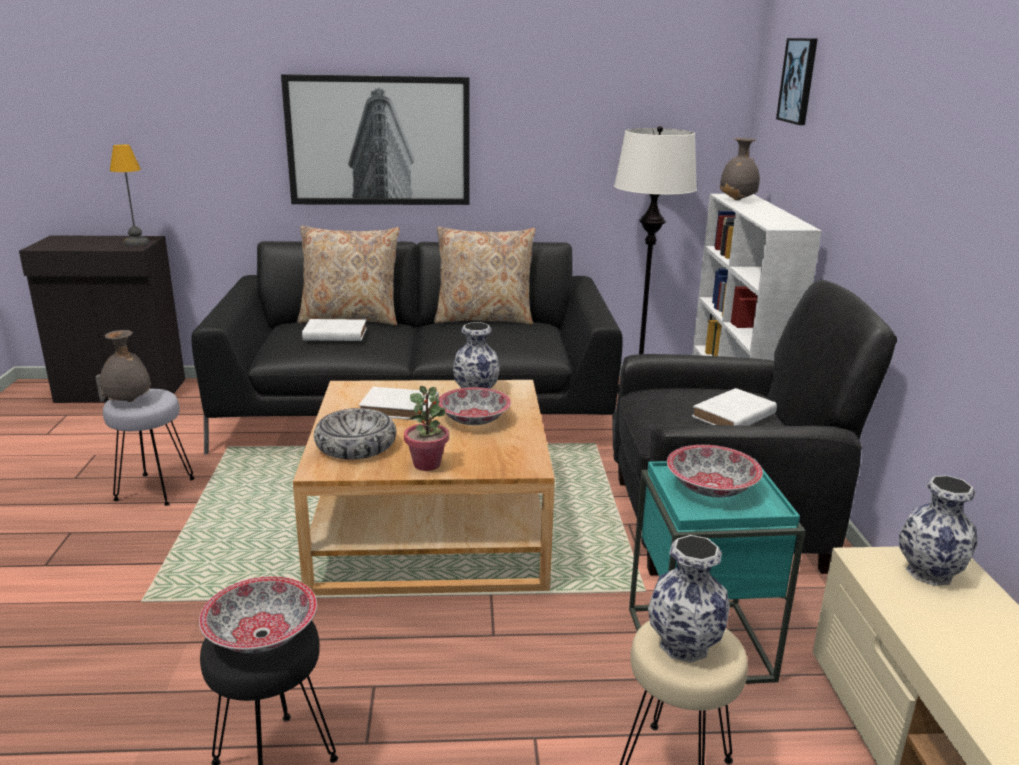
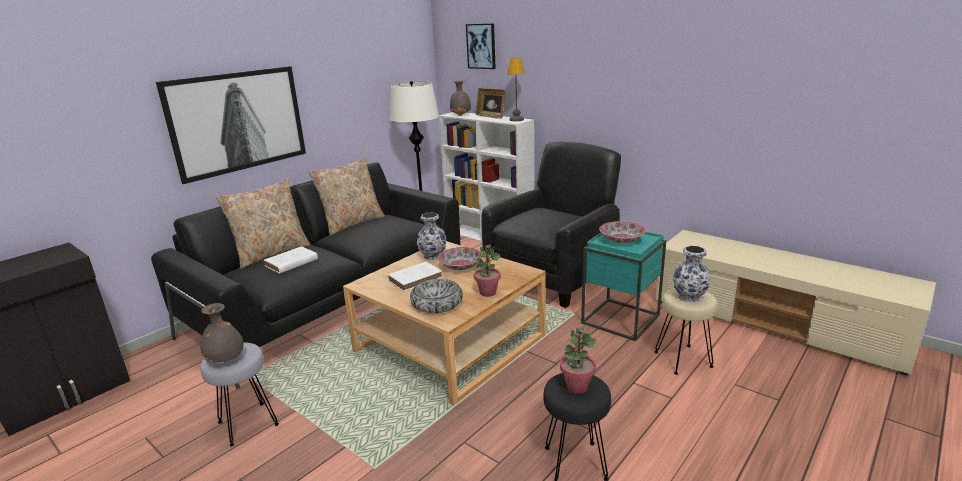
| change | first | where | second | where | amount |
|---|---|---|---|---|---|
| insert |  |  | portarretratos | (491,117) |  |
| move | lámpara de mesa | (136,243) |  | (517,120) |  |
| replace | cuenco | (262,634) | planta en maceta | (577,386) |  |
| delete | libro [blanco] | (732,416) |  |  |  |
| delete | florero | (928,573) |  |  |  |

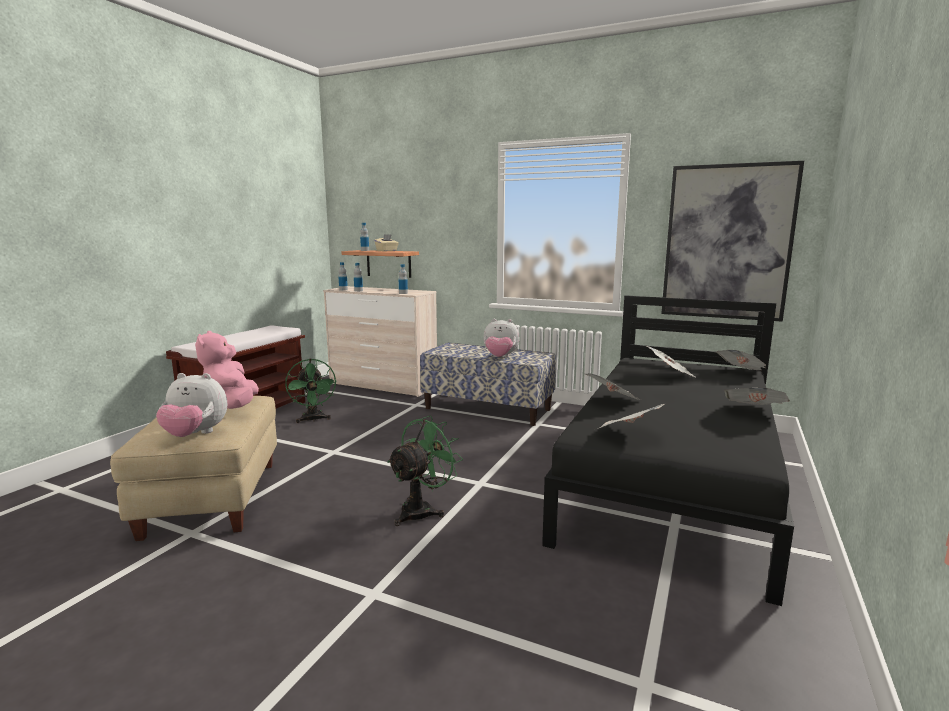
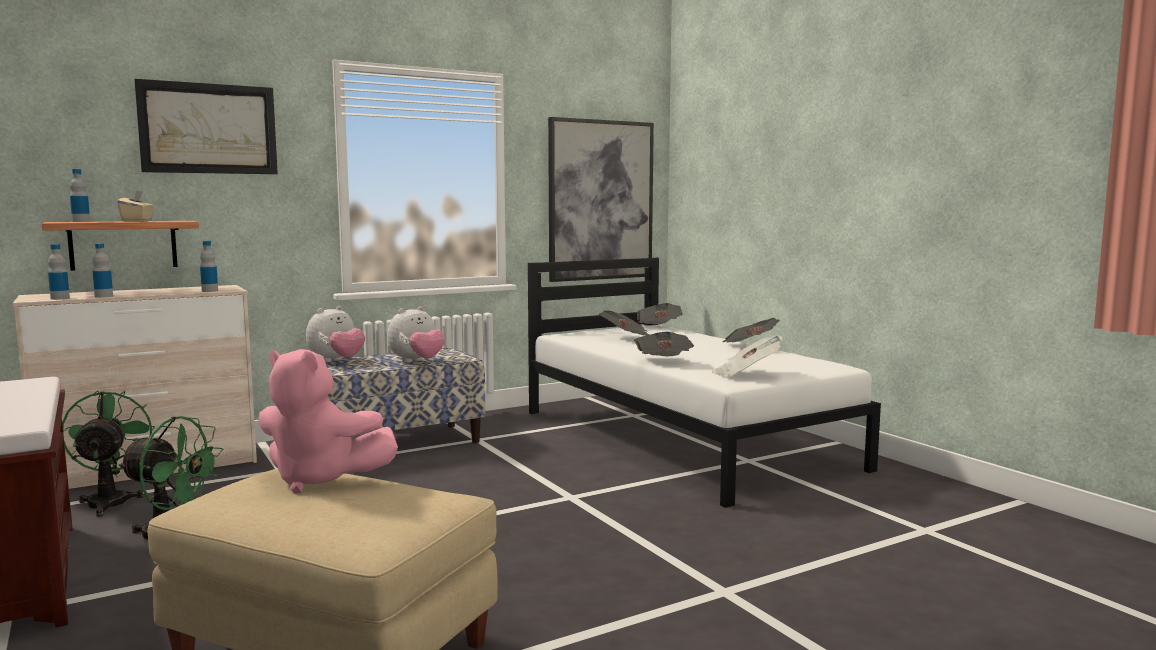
| change | first | where | second | where | amount |
|---|---|---|---|---|---|
| move | ventilador [verde] | (422,510) |  | (110,500) |  |
| insert |  |  | cuadro | (208,129) |  |
| move | peluche | (195,435) |  | (336,361) |  |
| recolor | cama [negro] | (673,481) | cama [blanco] | (682,438) |  |

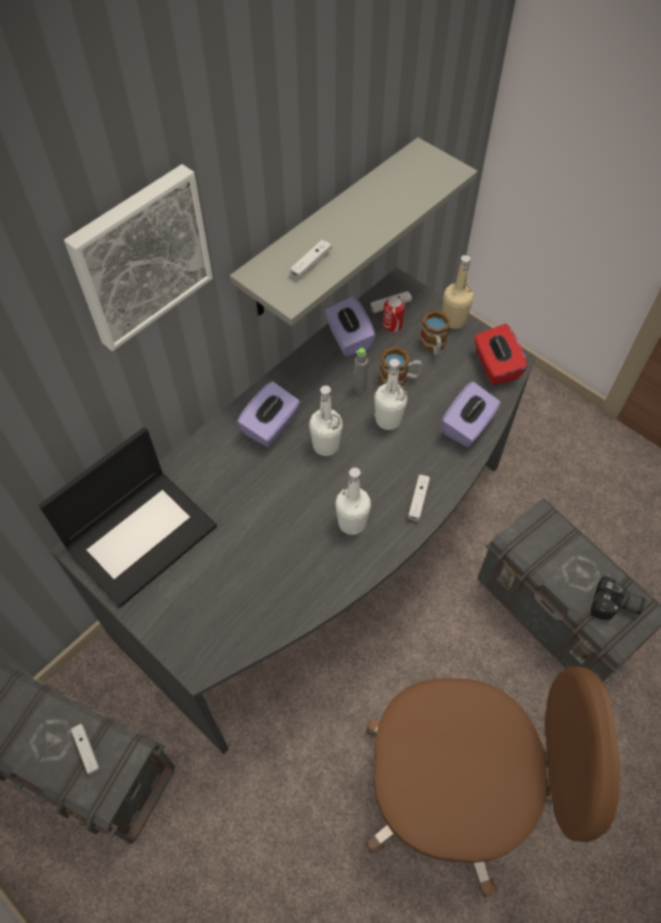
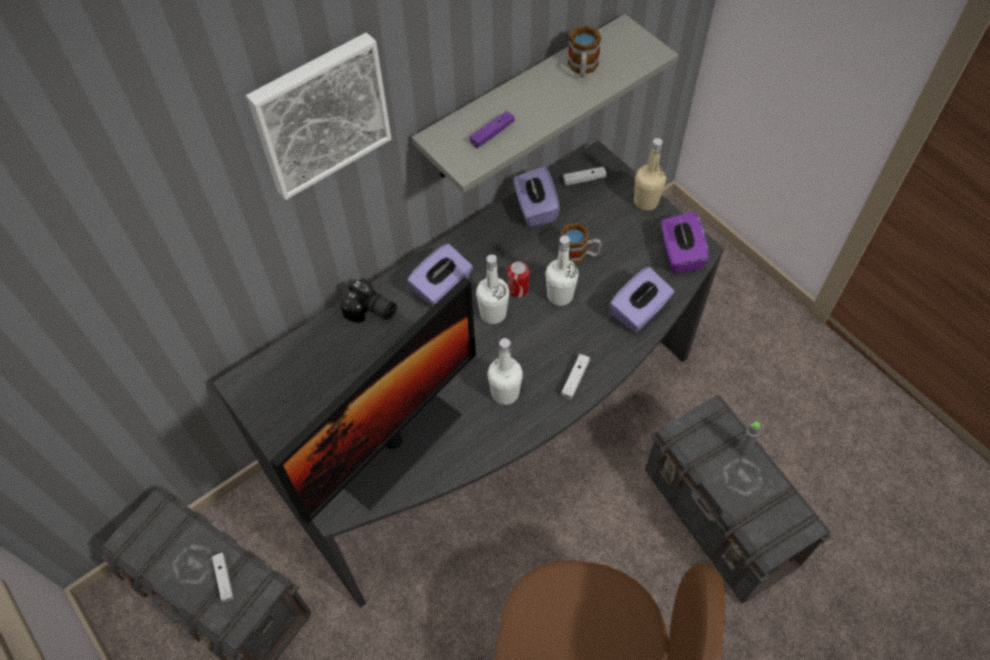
| change | first | where | second | where | amount |
|---|---|---|---|---|---|
| insert |  |  | monitor | (395,444) |  |
| move | cámara | (614,606) |  | (370,311) |  |
| recolor | mando de consola [blanco] | (311,264) | mando de consola [morado] | (492,134) |  |
| move | lata | (392,325) |  | (518,289) |  |
| move | taza grande | (433,346) |  | (582,68) |  |
| recolor | caja de pañuelos [rojo] | (495,366) | caja de pañuelos [morado] | (680,254) |  |
| move | botella [gris] | (359,388) |  | (743,450) |  |
| delete | portátil | (142,535) |  |  |  |

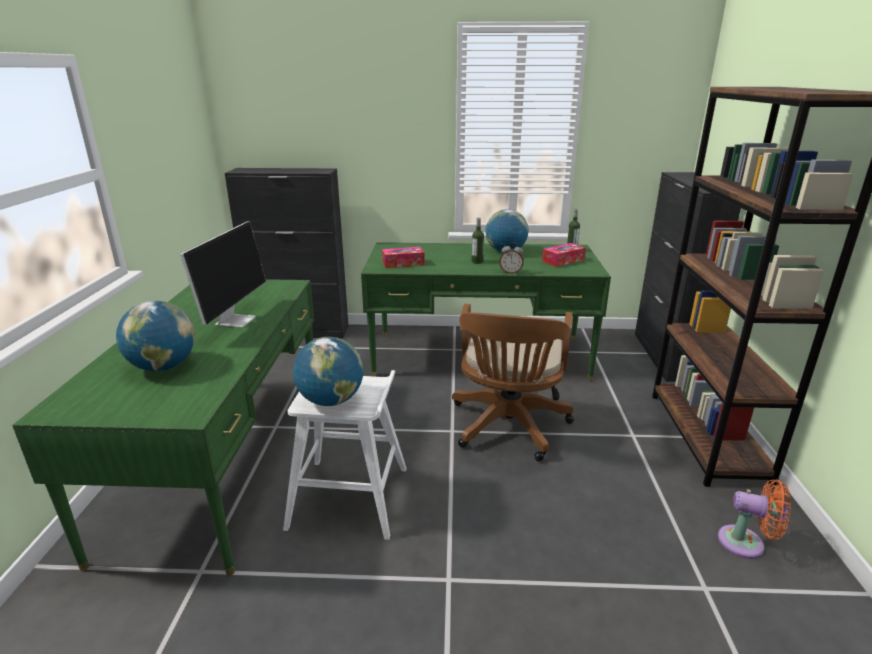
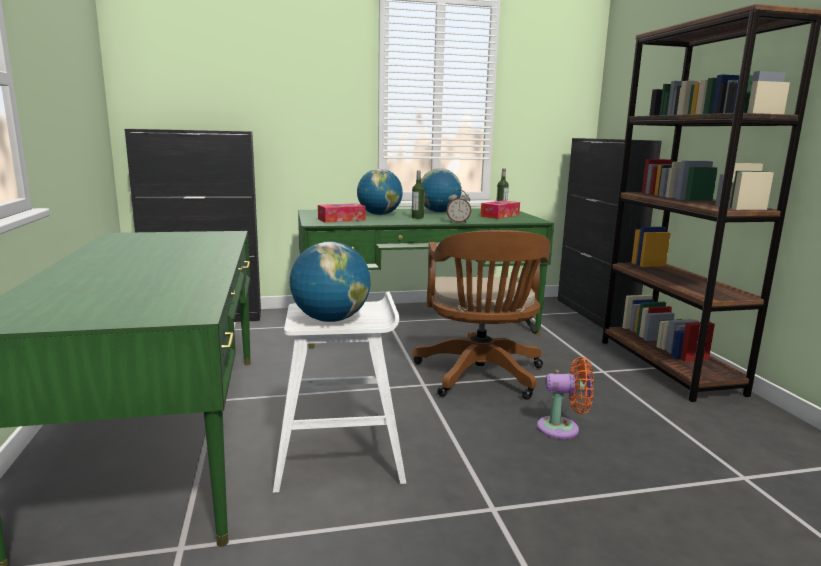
| change | first | where | second | where | amount |
|---|---|---|---|---|---|
| move | globo terráqueo | (163,366) |  | (379,214) |  |
| move | ventilador [naranja] | (746,543) |  | (562,429) |  |
| delete | monitor | (235,320) |  |  |  |

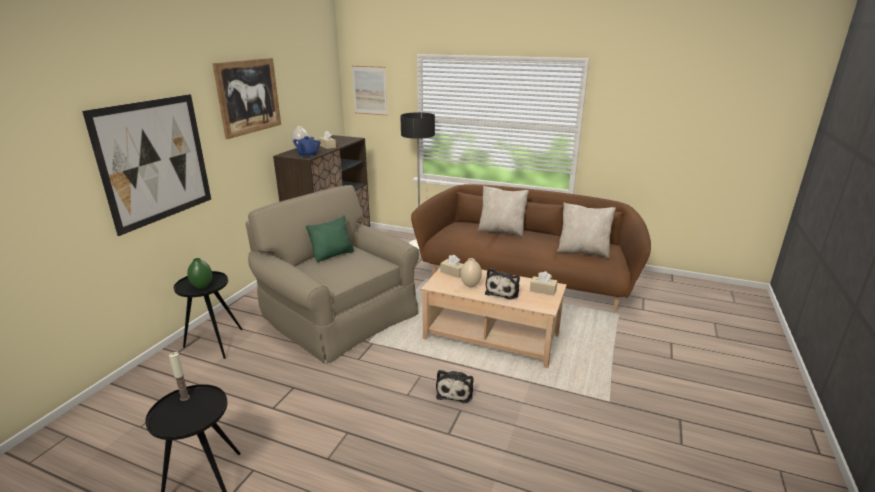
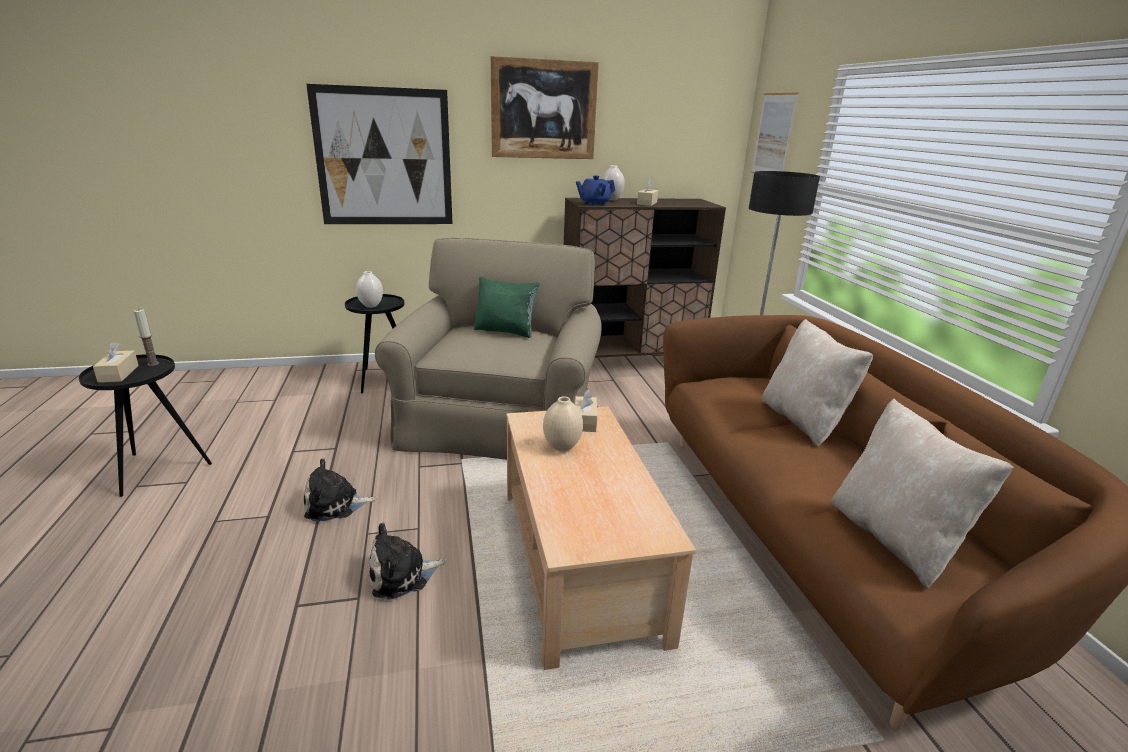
| change | first | where | second | where | amount |
|---|---|---|---|---|---|
| move | caja de pañuelos [beis] | (543,290) |  | (118,374) |  |
| move | peluche | (503,291) |  | (335,505) |  |
| recolor | florero [verde] | (202,286) | florero [blanco] | (370,306) |  |

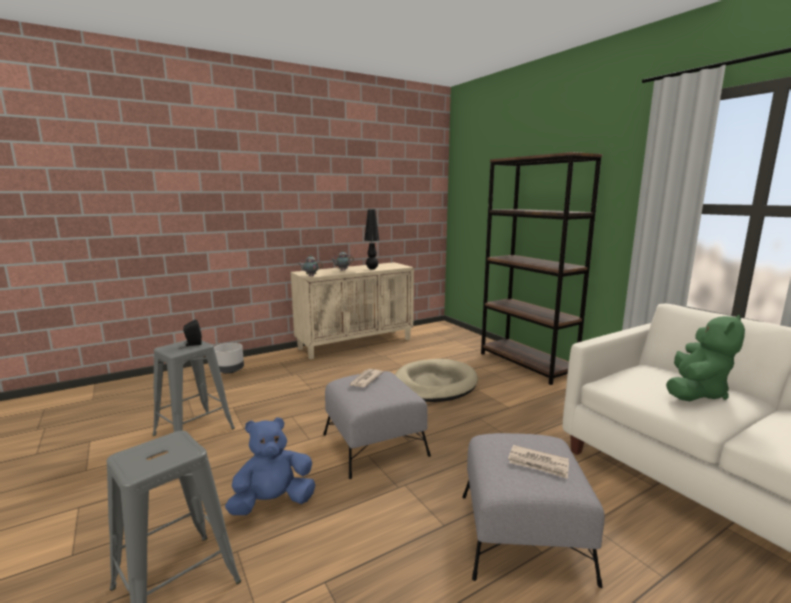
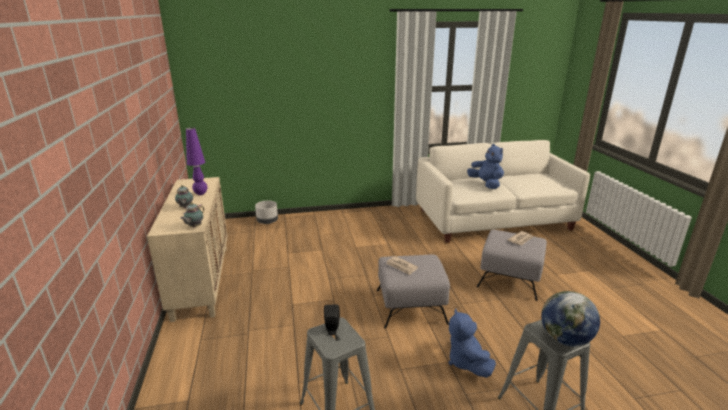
| change | first | where | second | where | amount |
|---|---|---|---|---|---|
| recolor | lámpara de mesa [negro] | (372,269) | lámpara de mesa [morado] | (201,194) |  |
| move | maceta [gris] | (230,371) |  | (267,222) |  |
| recolor | peluche [verde] | (695,392) | peluche [azul] | (486,184) |  |
| insert |  |  | globo terráqueo | (564,339) |  |
| delete | cama para perro [beis] | (434,384) |  |  |  |
| delete | estantería [marrón] | (526,364) |  |  |  |

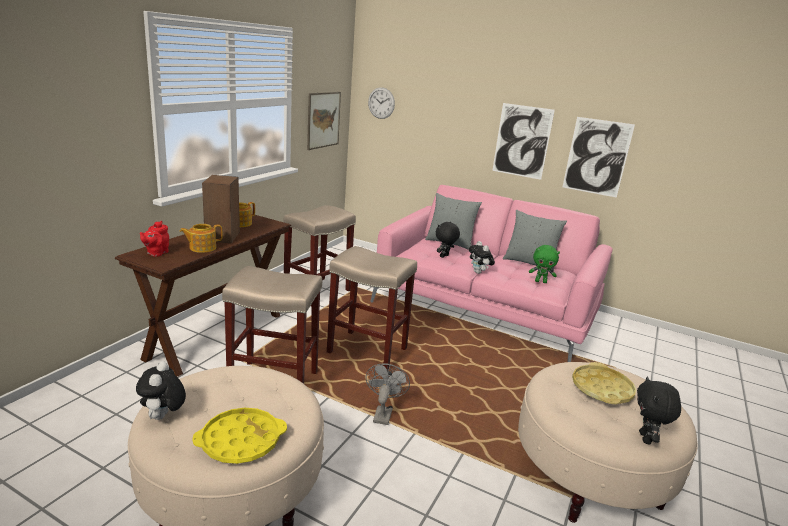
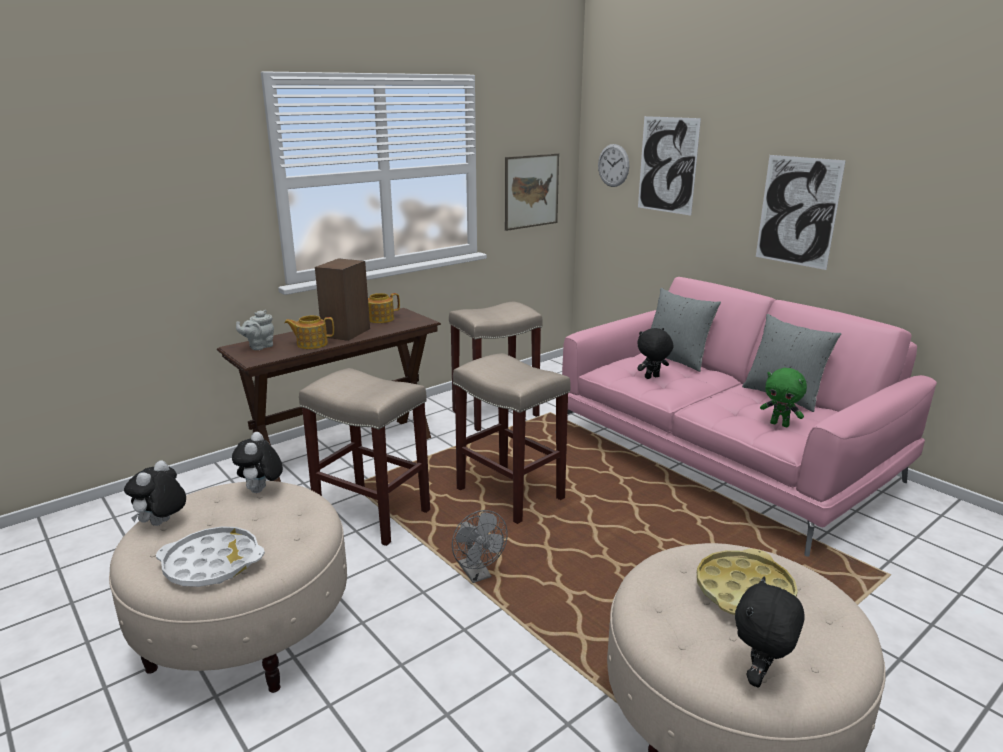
| change | first | where | second | where | amount |
|---|---|---|---|---|---|
| recolor | bandeja [amarillo] | (241,441) | bandeja [blanco] | (212,563) |  |
| move | peluche | (479,272) |  | (261,491) |  |
| recolor | tetera [rojo] | (156,253) | tetera [gris] | (259,347) |  |
| rotate | ventilador [gris] | (383,413) |  | (478,575) | 120 degrees clockwise |
| move | cuadro | (597,157) |  | (667,165) |  |

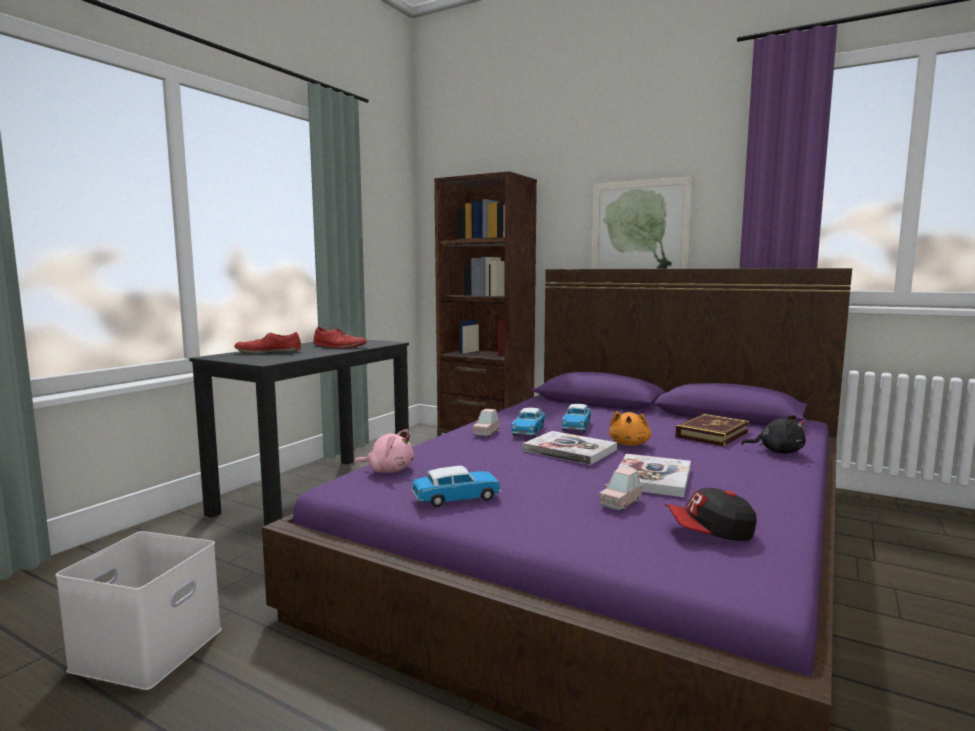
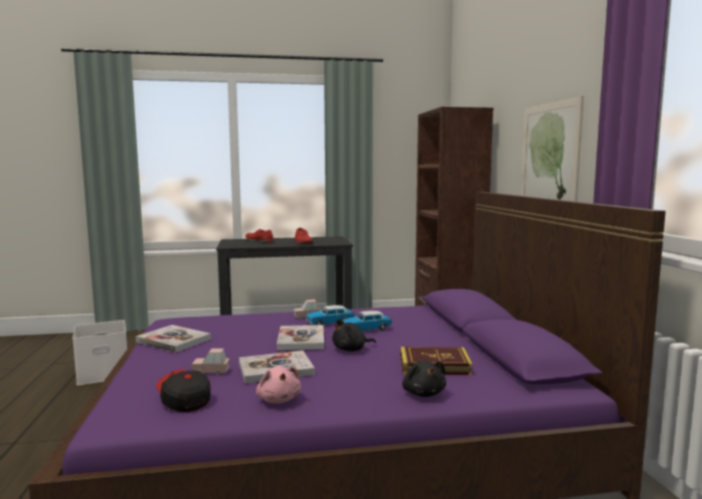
| change | first | where | second | where | amount |
|---|---|---|---|---|---|
| replace | coche de juguete | (457,498) | libro | (173,340) |  |
| move | peluche [rosa] | (388,470) |  | (279,399) |  |
| recolor | peluche [naranja] | (629,444) | peluche [negro] | (351,349) |  |

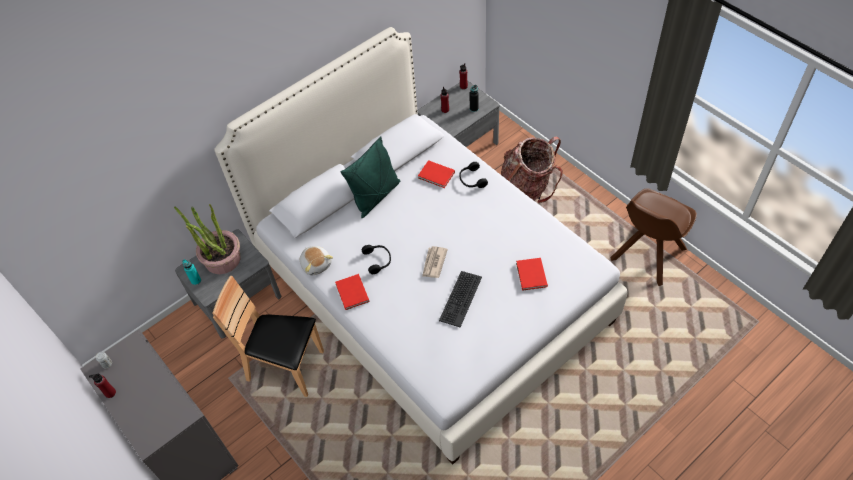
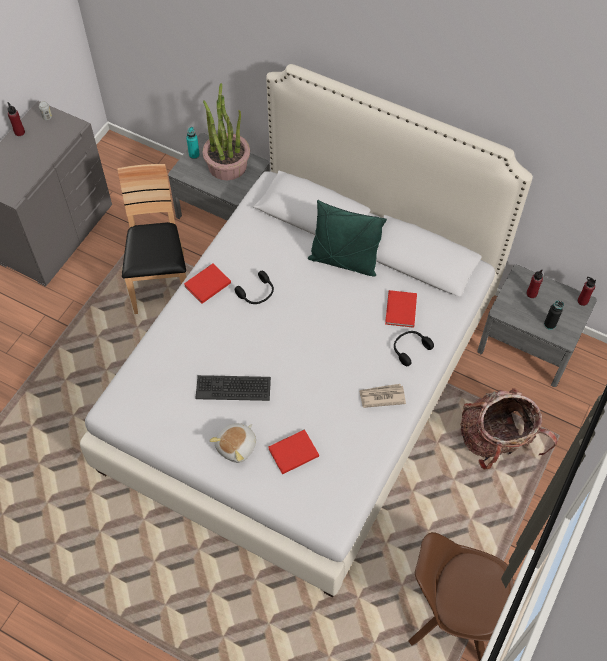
| change | first | where | second | where | amount |
|---|---|---|---|---|---|
| move | peluche | (316,264) |  | (237,446) |  |
| move | periódico | (434,263) |  | (381,396) |  |

